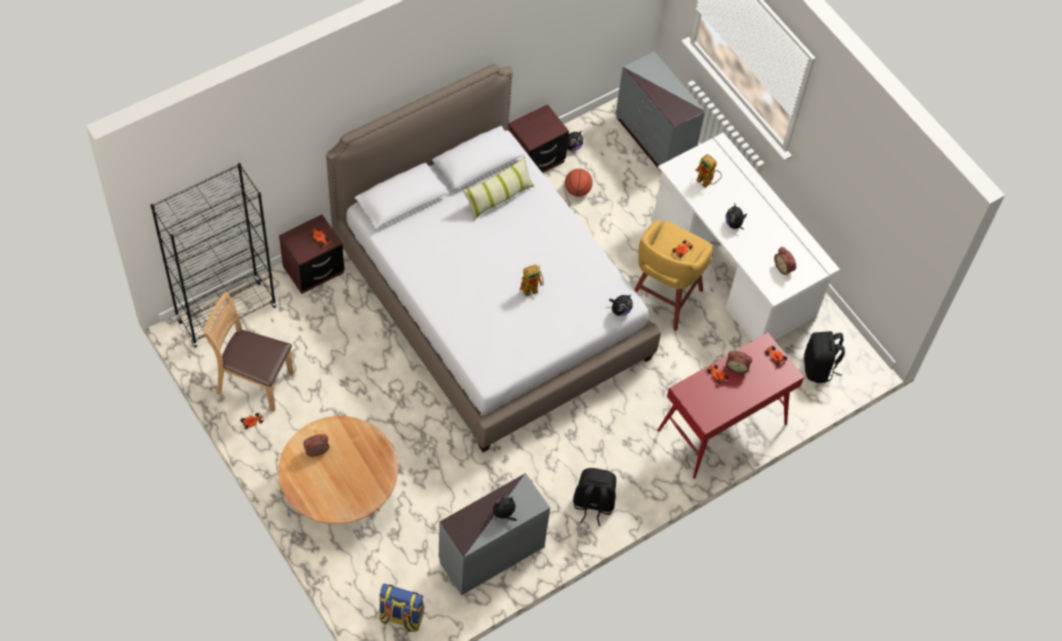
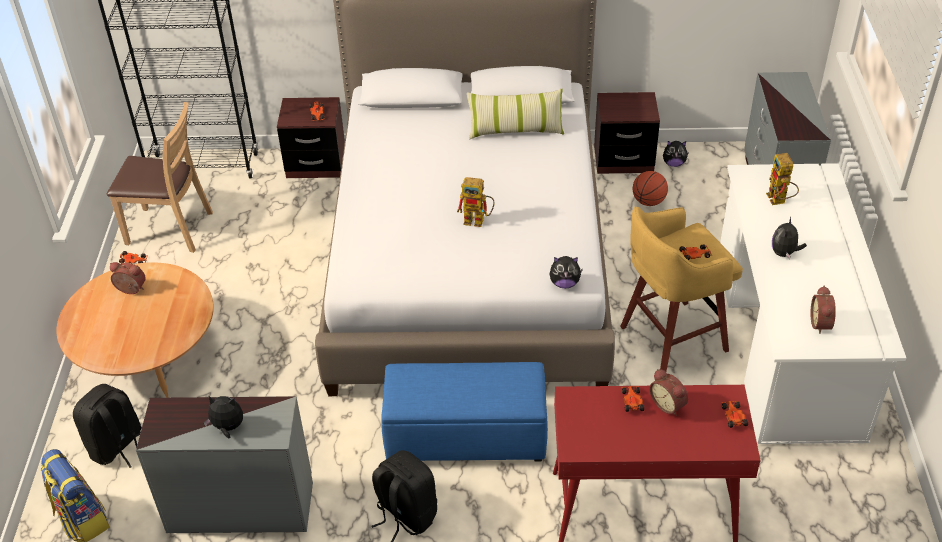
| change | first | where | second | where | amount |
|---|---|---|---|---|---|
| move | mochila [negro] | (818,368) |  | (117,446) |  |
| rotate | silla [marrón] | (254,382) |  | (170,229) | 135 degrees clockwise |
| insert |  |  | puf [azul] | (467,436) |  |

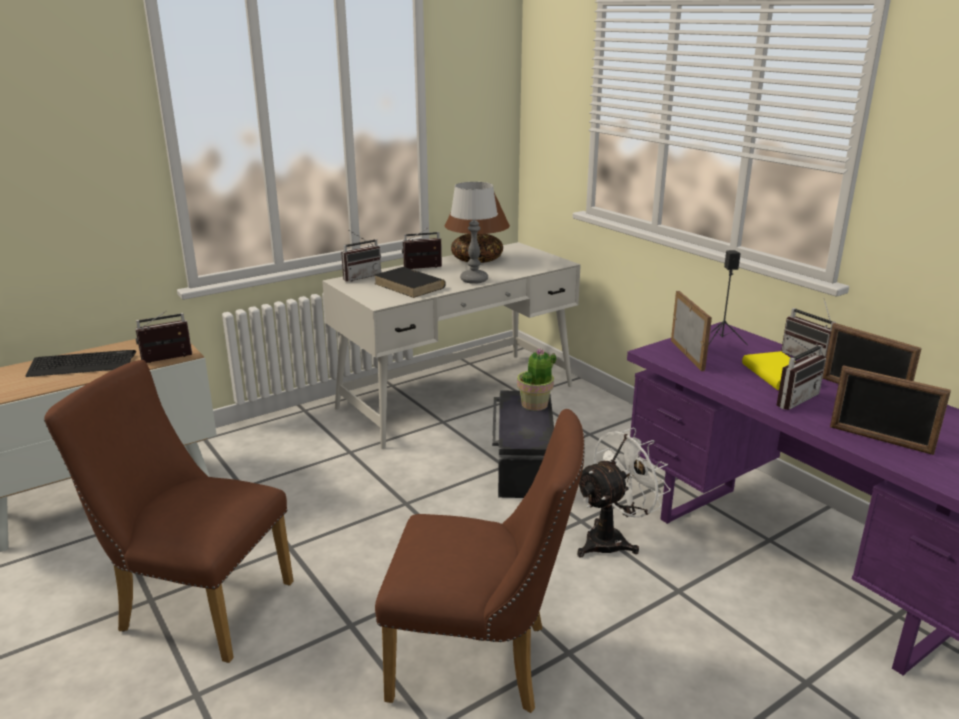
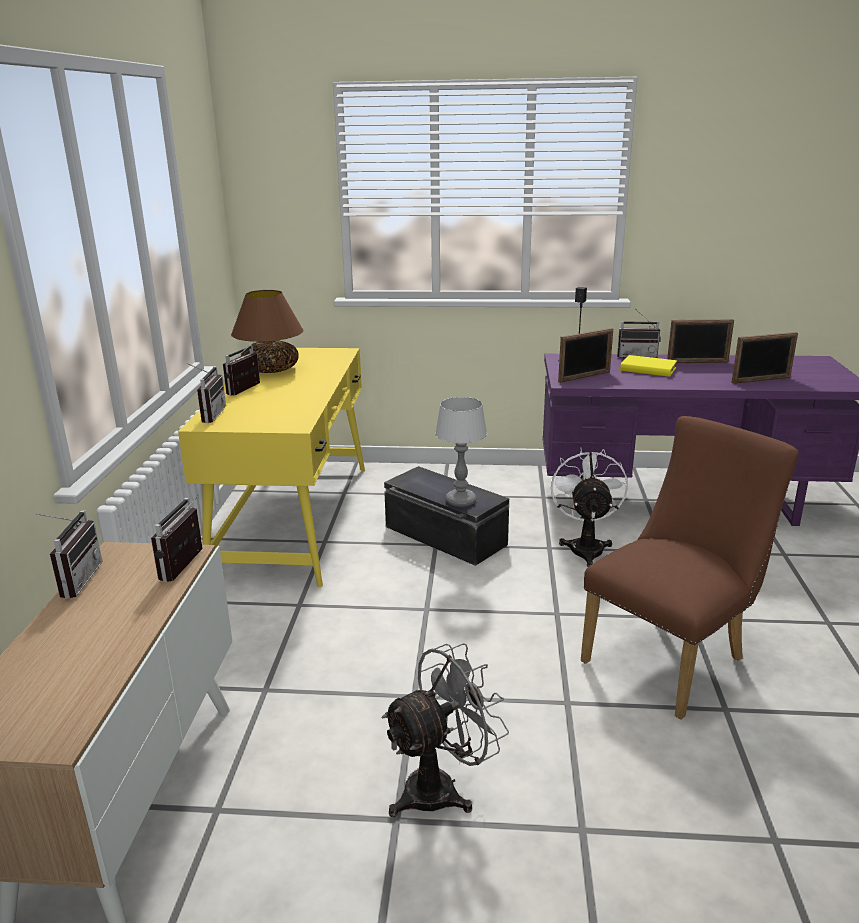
| change | first | where | second | where | amount |
|---|---|---|---|---|---|
| move | radio | (791,398) |  | (74,580) |  |
| recolor | escritorio [blanco] | (457,397) | escritorio [amarillo] | (295,518) |  |
| replace | silla [marrón] | (196,605) | ventilador [gris] | (442,788) |  |
| move | lámpara de mesa | (474,280) |  | (461,501) |  |
| rotate | portarretratos | (687,355) |  | (584,377) | 120 degrees clockwise |
| delete | teclado | (82,365) |  |  |  |
| delete | libro [negro] | (410,286) |  |  |  |
| delete | planta en maceta | (535,404) |  |  |  |

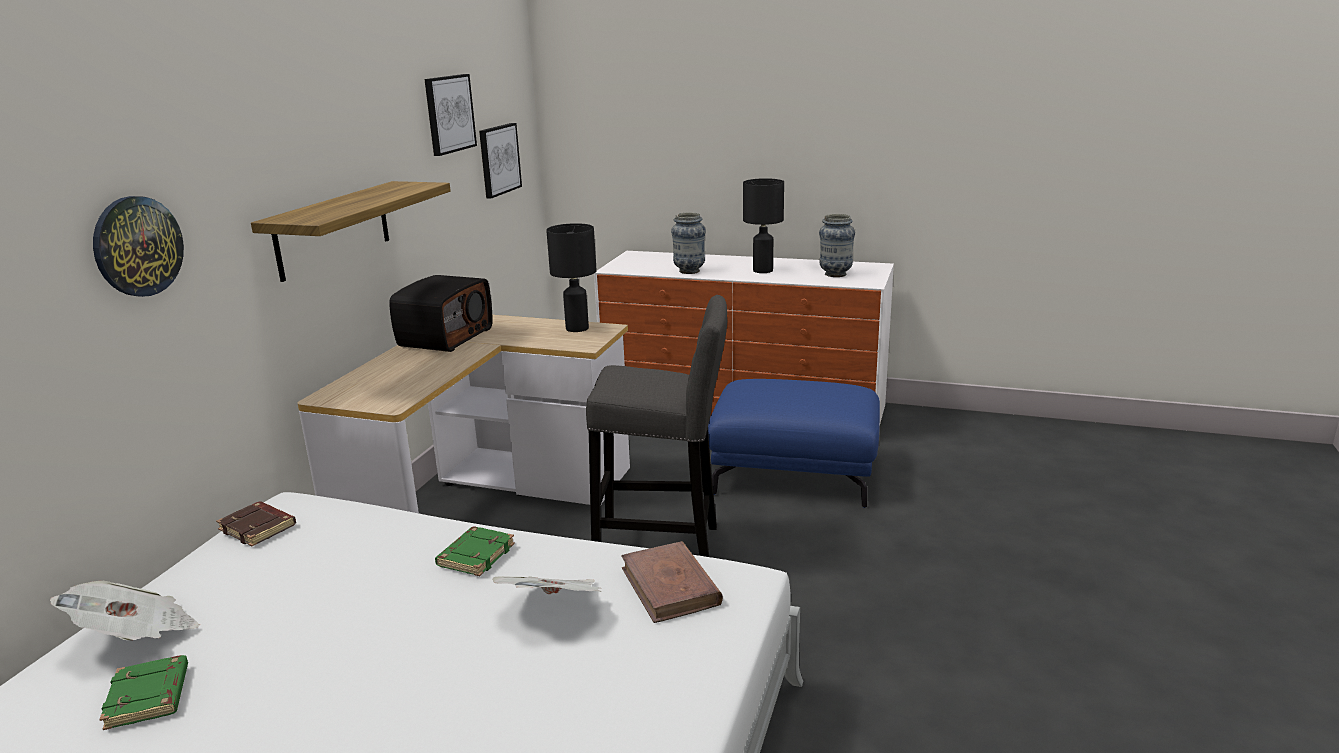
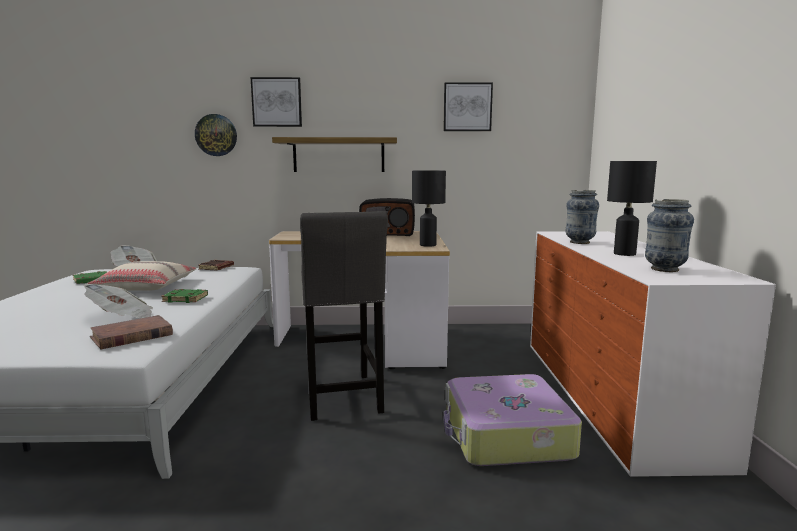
| change | first | where | second | where | amount |
|---|---|---|---|---|---|
| insert |  |  | cojín [beis] | (146,287) |  |
| move | cuadro | (498,159) |  | (277,102) |  |
| replace | puf [azul] | (795,472) | maleta | (505,435) |  |

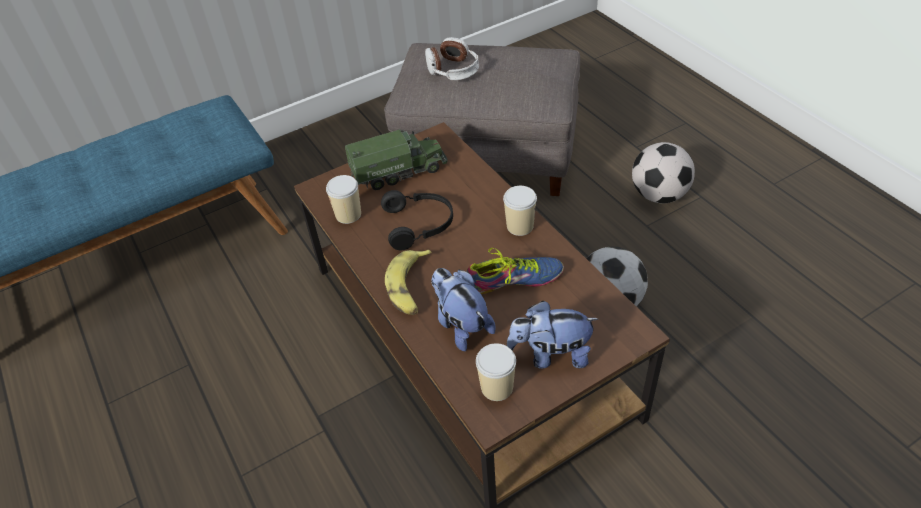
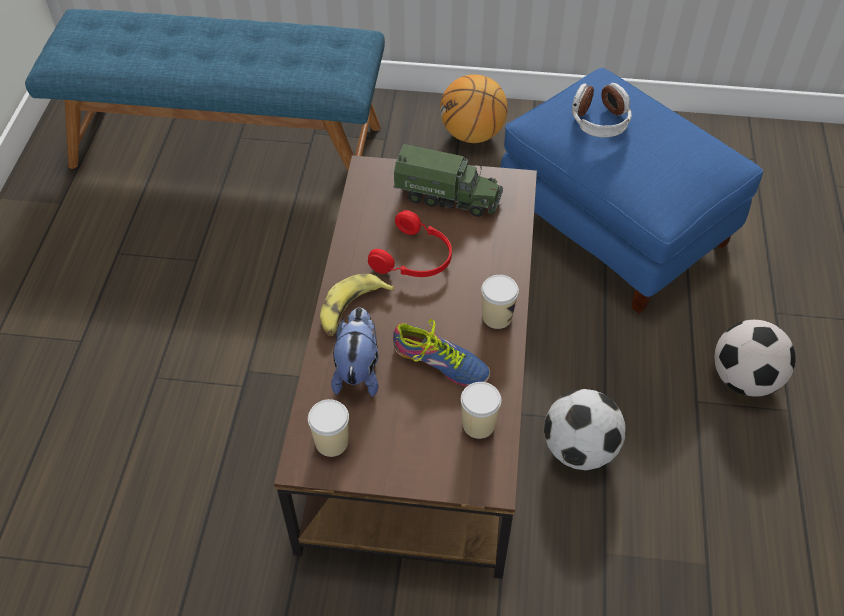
| change | first | where | second | where | amount |
|---|---|---|---|---|---|
| recolor | auriculares [negro] | (420,224) | auriculares [rojo] | (415,258) |  |
| insert |  |  | balón de baloncesto | (472,134) |  |
| move | taza | (348,214) |  | (478,424) |  |
| recolor | puf [gris] | (489,152) | puf [azul] | (615,225) |  |
| delete | peluche | (550,355) |  |  |  |

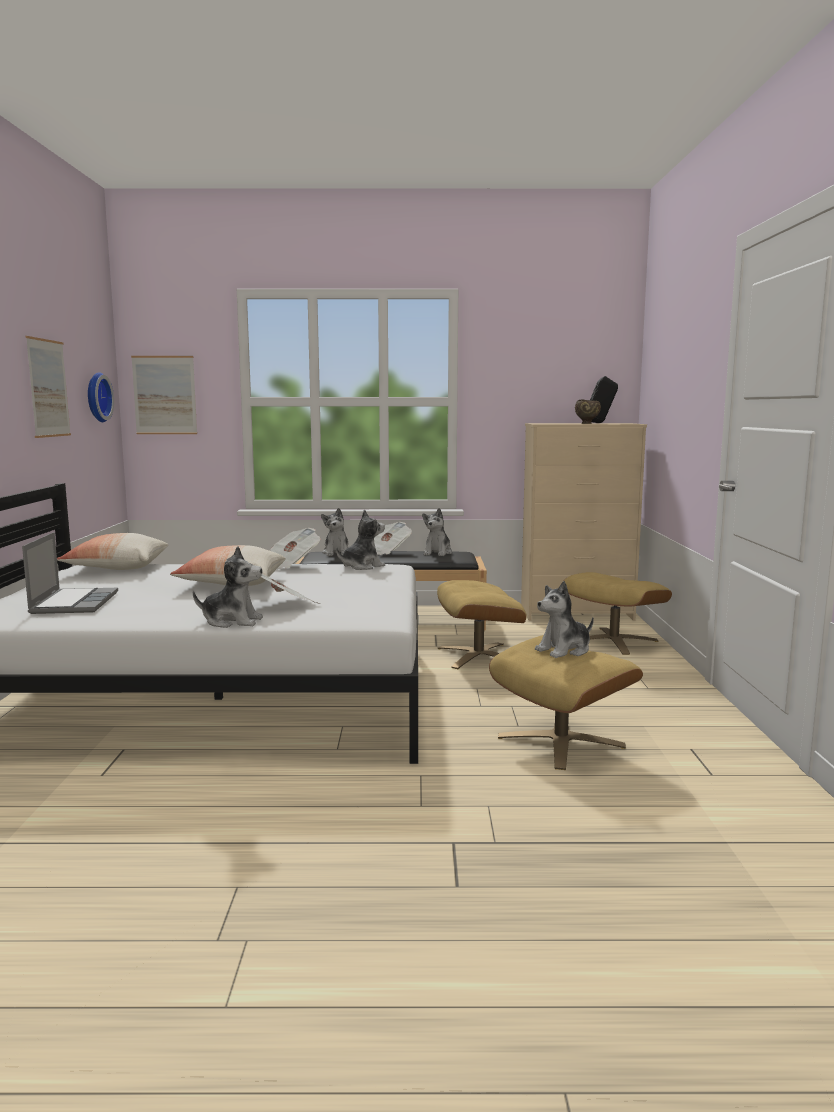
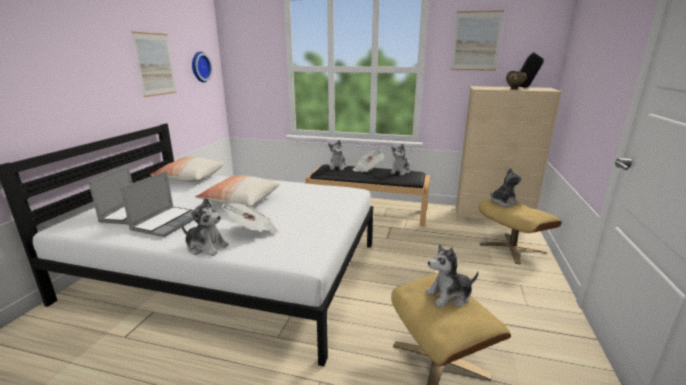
| change | first | where | second | where | amount |
|---|---|---|---|---|---|
| insert |  |  | portátil | (168,222) |  |
| move | cuadro | (164,395) |  | (476,41) |  |
| move | peluche | (362,566) |  | (503,202) |  |
| delete | periódico | (289,565) |  |  |  |
| delete | puf [beis] | (478,656) |  |  |  |

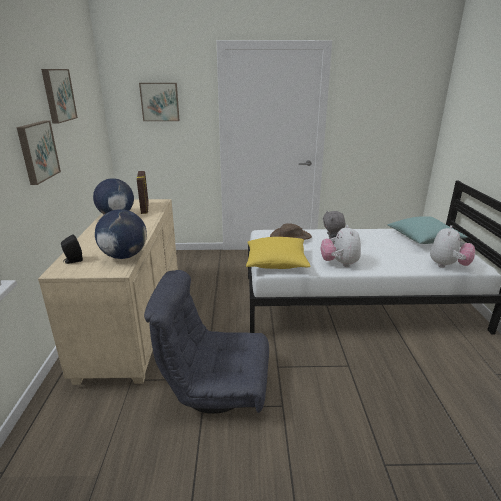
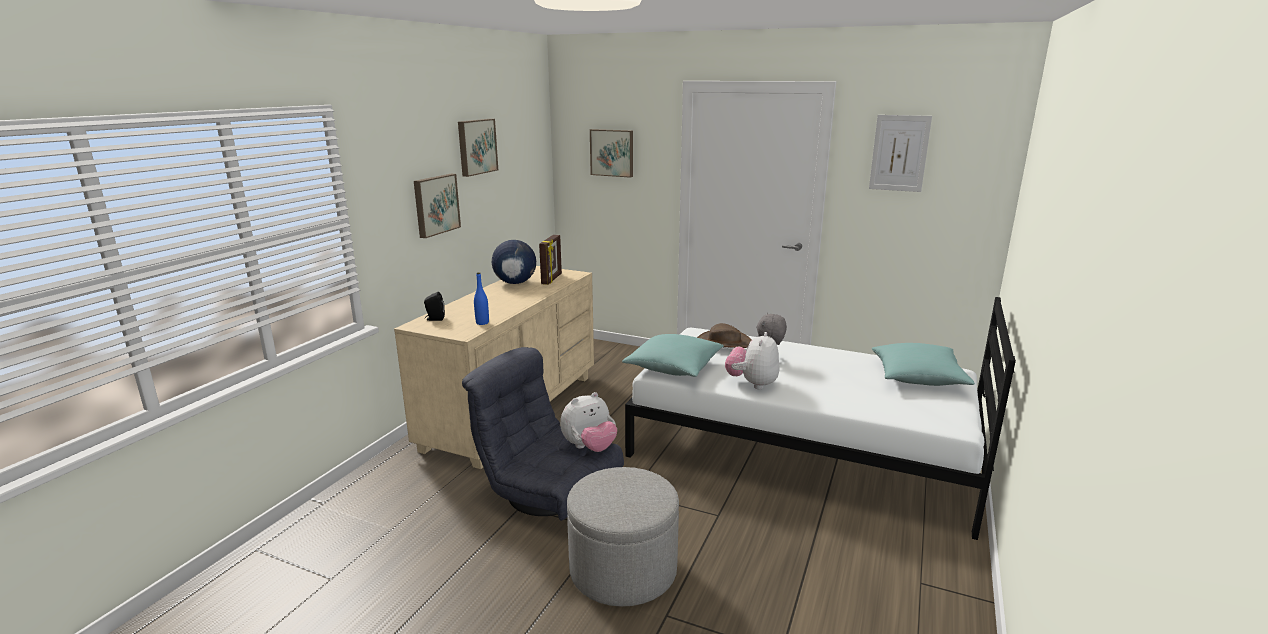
| change | first | where | second | where | amount |
|---|---|---|---|---|---|
| replace | globo terráqueo | (124,256) | botella [azul] | (482,323) |  |
| move | peluche | (448,266) |  | (589,448) |  |
| insert |  |  | puf [gris] | (623,570) |  |
| recolor | cojín [amarillo] | (276,262) | cojín [turquesa] | (674,367) |  |
| insert |  |  | cuadro | (899,153) |  |

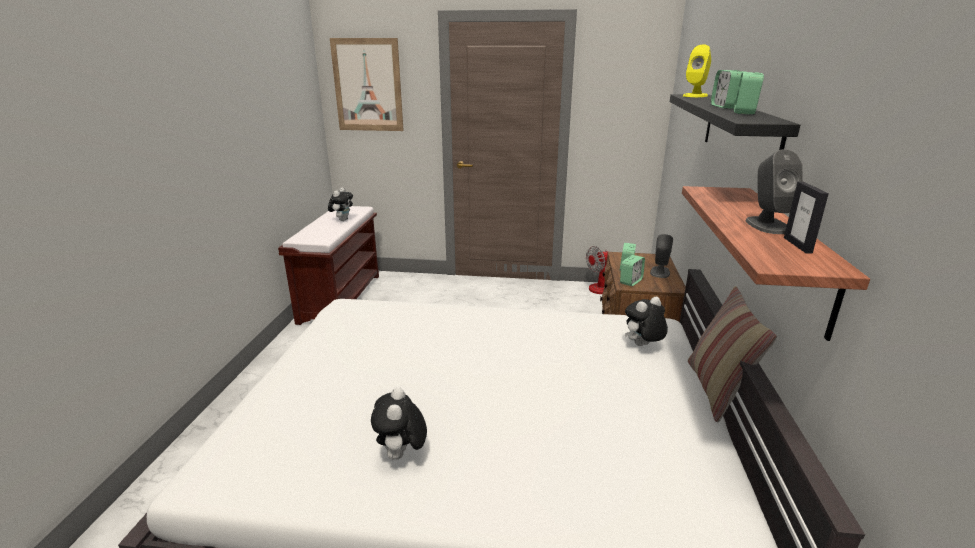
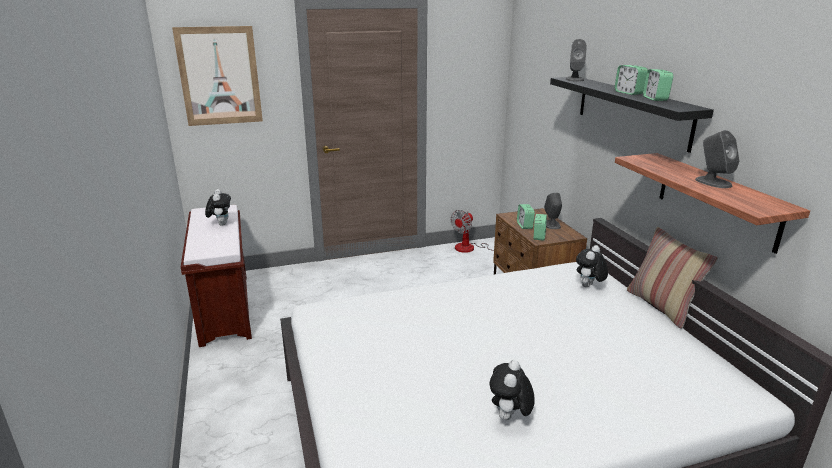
| change | first | where | second | where | amount |
|---|---|---|---|---|---|
| rotate | peluche | (401,455) |  | (509,418) | 45 degrees clockwise |
| recolor | altavoz [amarillo] | (695,96) | altavoz [gris] | (574,79) |  |
| delete | portarretratos | (798,245) |  |  |  |

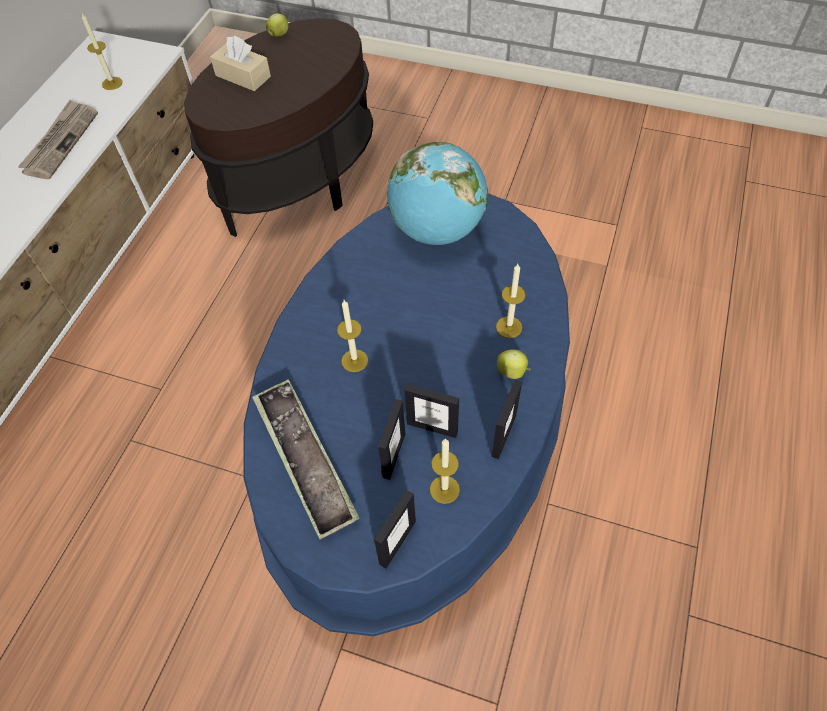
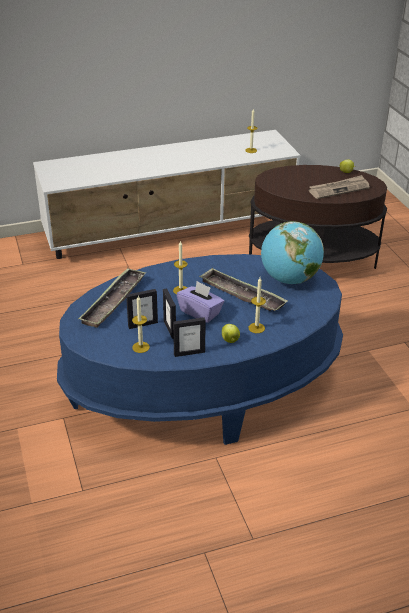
| change | first | where | second | where | amount |
|---|---|---|---|---|---|
| insert |  |  | caja de pañuelos [morado] | (200,312) |  |
| insert |  |  | bandeja | (242,294) |  |
| move | periódico | (60,142) |  | (339,189) |  |
| delete | caja de pañuelos [beis] | (243,76) |  |  |  |
| delete | portarretratos | (397,542) |  |  |  |

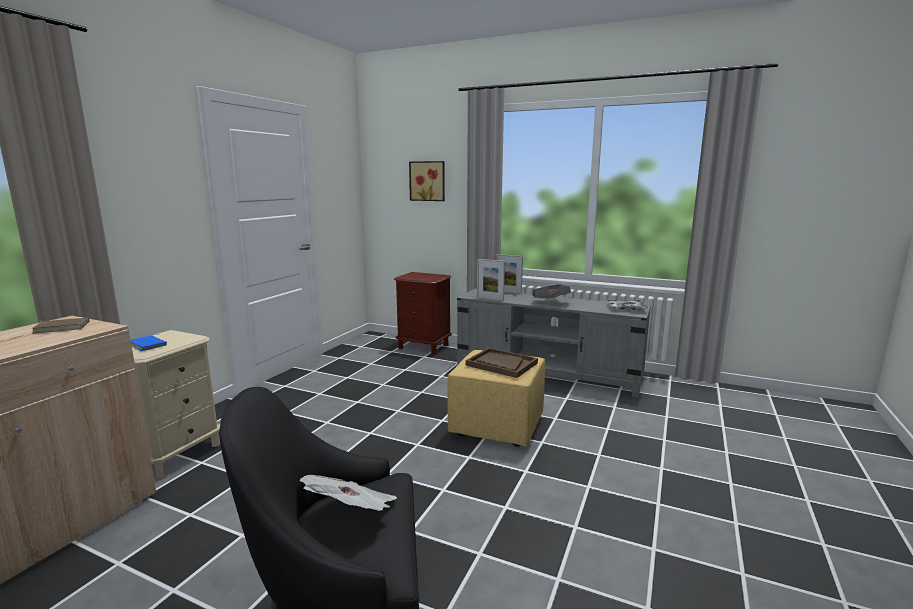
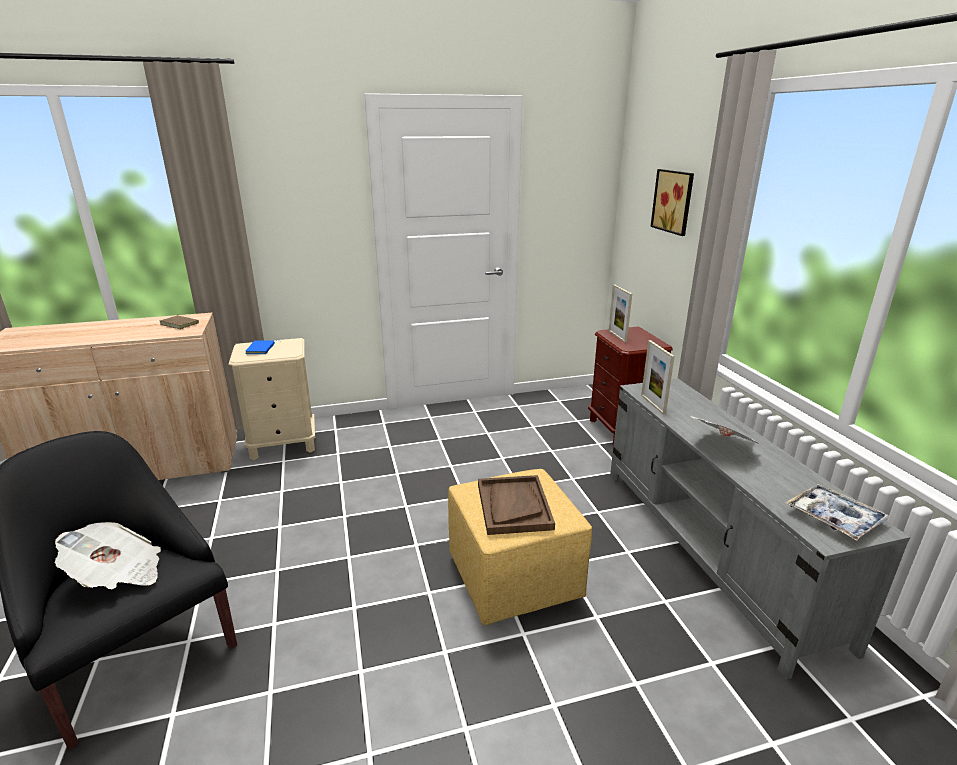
| change | first | where | second | where | amount |
|---|---|---|---|---|---|
| move | portarretratos | (508,292) |  | (617,336) |  |

